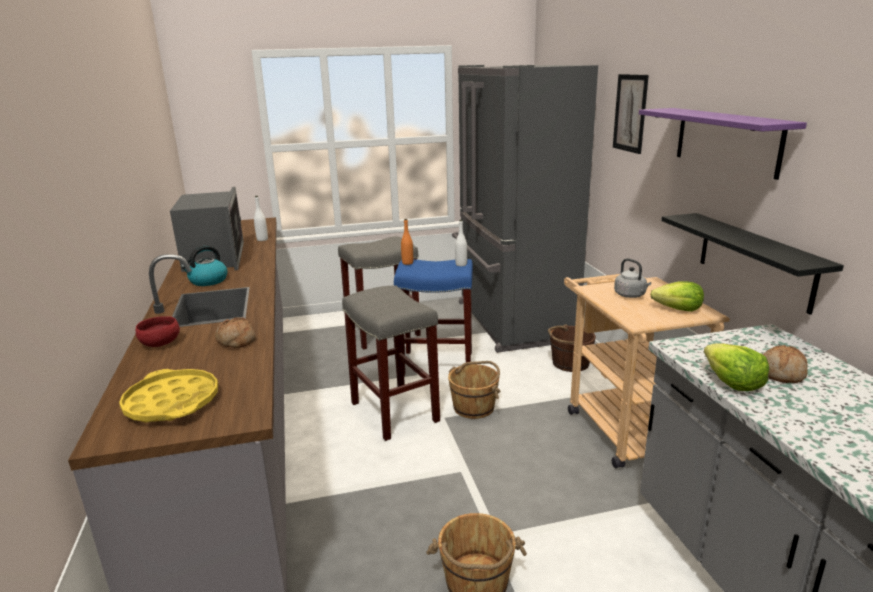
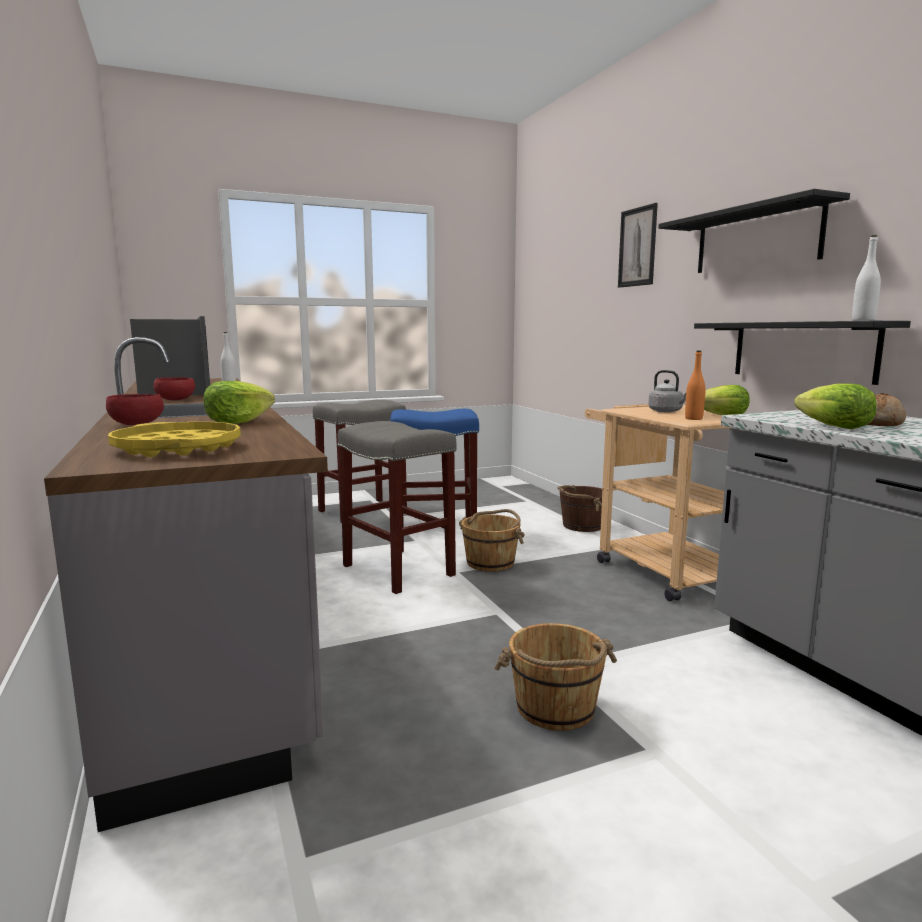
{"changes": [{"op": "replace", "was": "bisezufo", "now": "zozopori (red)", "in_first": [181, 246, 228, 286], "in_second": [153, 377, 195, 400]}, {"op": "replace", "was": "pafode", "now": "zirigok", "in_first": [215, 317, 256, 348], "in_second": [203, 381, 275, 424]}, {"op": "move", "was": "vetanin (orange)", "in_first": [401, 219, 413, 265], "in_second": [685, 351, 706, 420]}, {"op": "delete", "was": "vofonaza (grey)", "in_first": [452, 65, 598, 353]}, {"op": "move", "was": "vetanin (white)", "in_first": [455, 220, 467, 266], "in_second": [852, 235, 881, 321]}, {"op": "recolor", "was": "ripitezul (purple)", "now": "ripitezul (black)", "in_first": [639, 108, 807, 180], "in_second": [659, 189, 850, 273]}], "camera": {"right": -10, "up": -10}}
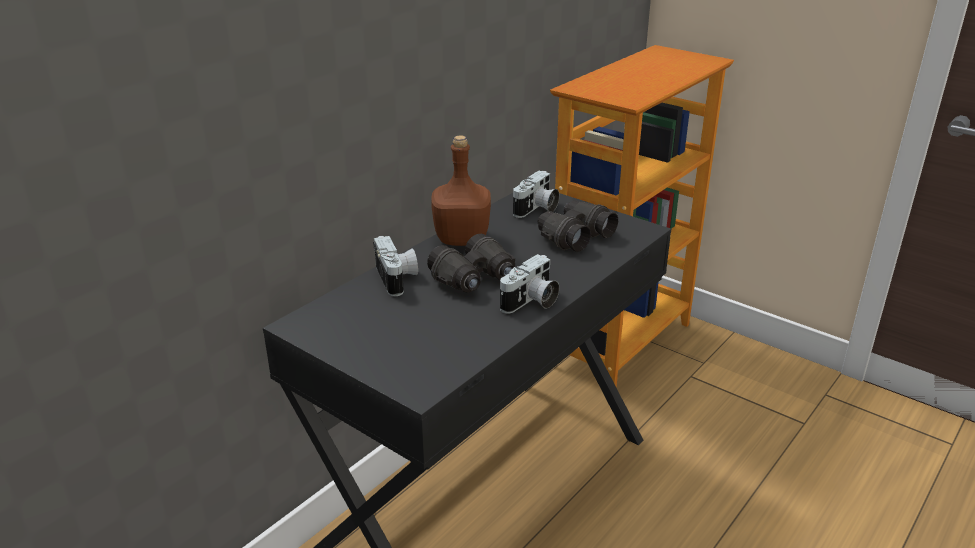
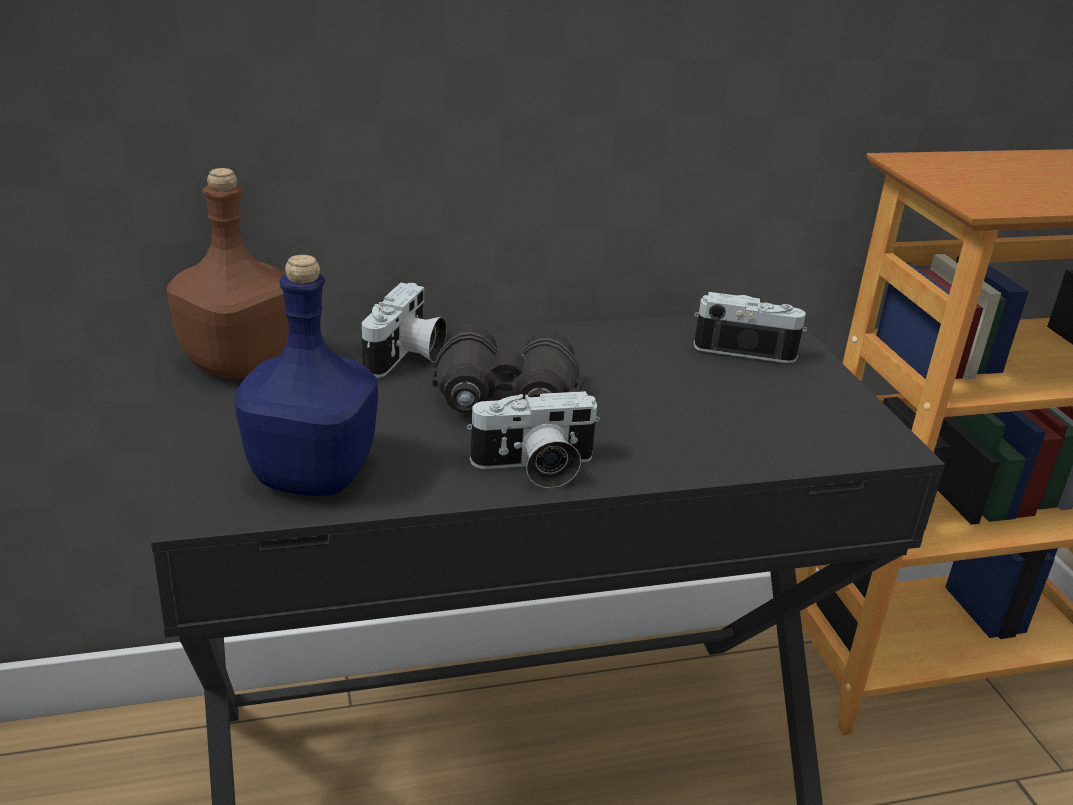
{"changes": [{"op": "move", "was": "vetanin (brown)", "in_first": [431, 135, 491, 246], "in_second": [167, 168, 289, 379]}, {"op": "rotate", "was": "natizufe", "in_first": [513, 170, 560, 218], "in_second": [694, 292, 807, 363], "clockwise": -150}, {"op": "delete", "was": "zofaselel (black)", "in_first": [538, 200, 618, 252]}, {"op": "insert", "now": "vetanin (blue)", "in_second": [235, 255, 378, 496]}], "camera": {"right": 35, "up": 0}}
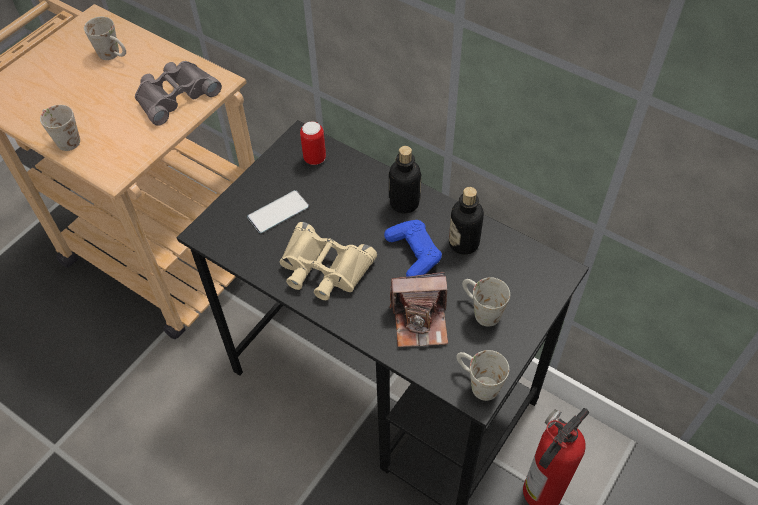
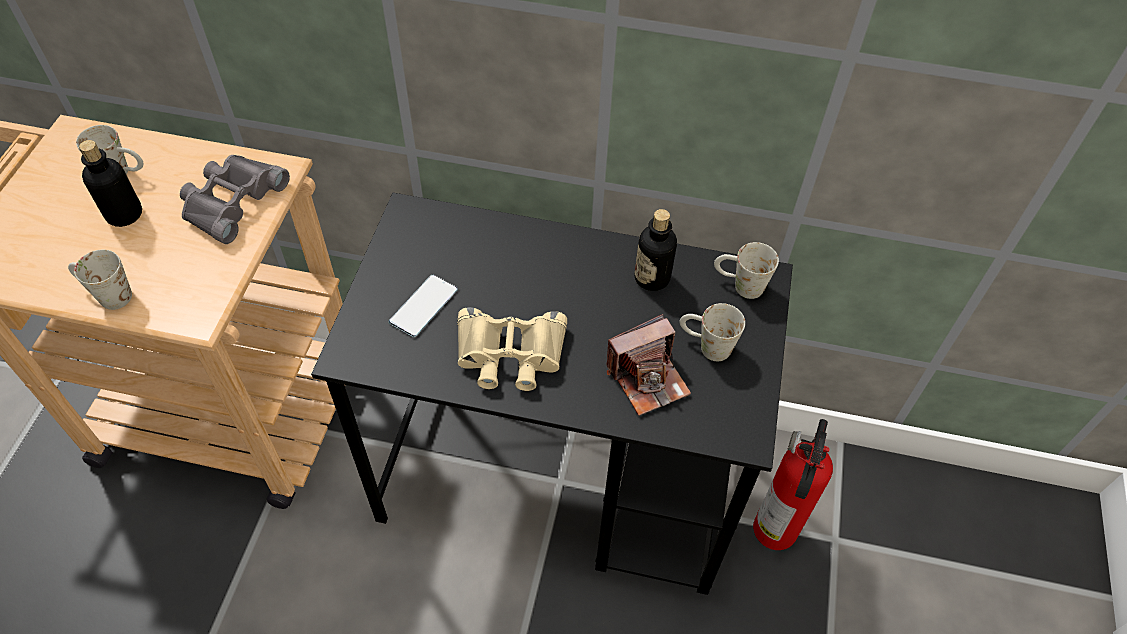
{"changes": [{"op": "delete", "was": "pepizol", "in_first": [300, 121, 326, 165]}, {"op": "delete", "was": "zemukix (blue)", "in_first": [384, 220, 442, 277]}, {"op": "move", "was": "vetanin", "in_first": [389, 146, 421, 214], "in_second": [79, 140, 142, 227]}, {"op": "move", "was": "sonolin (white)", "in_first": [456, 350, 509, 401], "in_second": [714, 242, 779, 299]}], "camera": {"right": -25, "up": 0}}
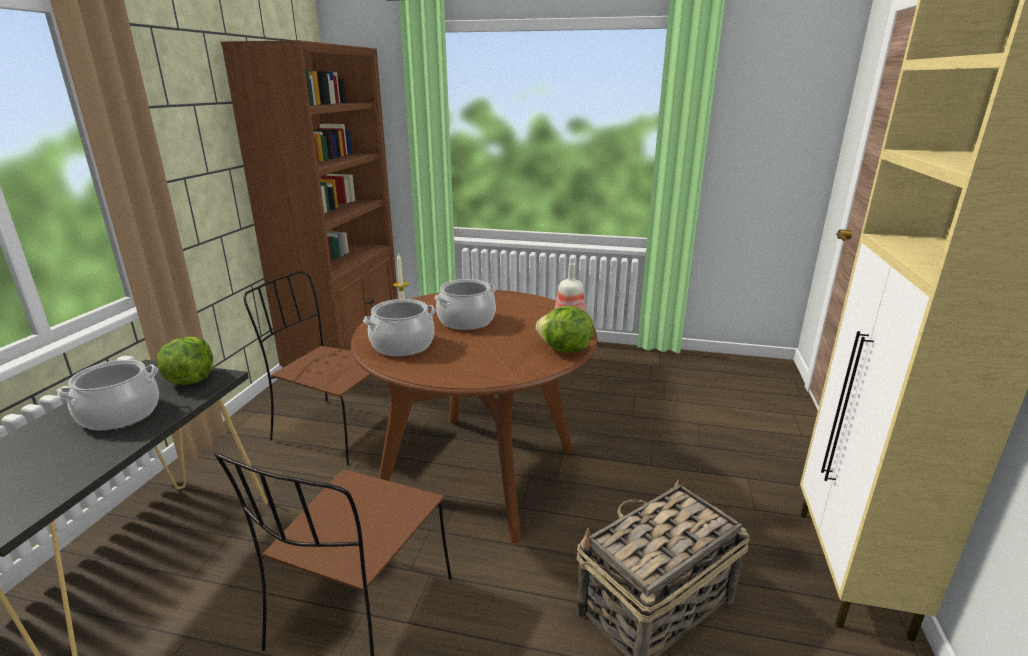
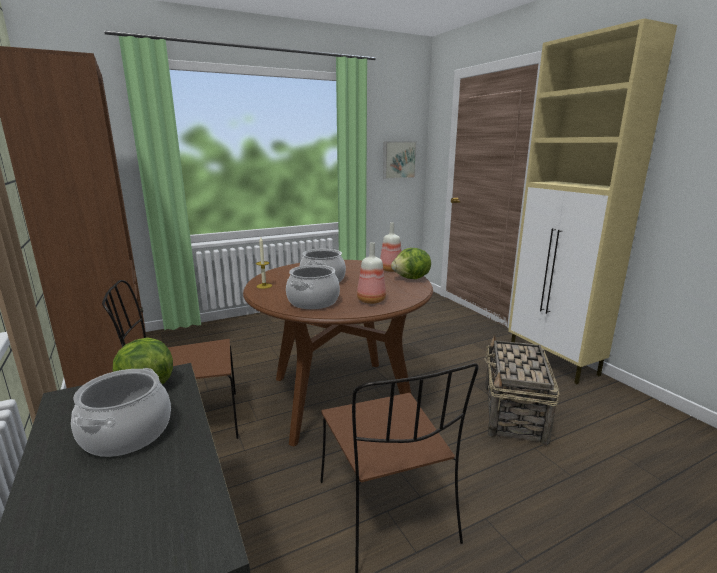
{"changes": [{"op": "insert", "now": "vetanin", "in_second": [357, 242, 386, 304]}, {"op": "insert", "now": "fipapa", "in_second": [383, 141, 417, 179]}], "camera": {"right": -40, "up": -5}}
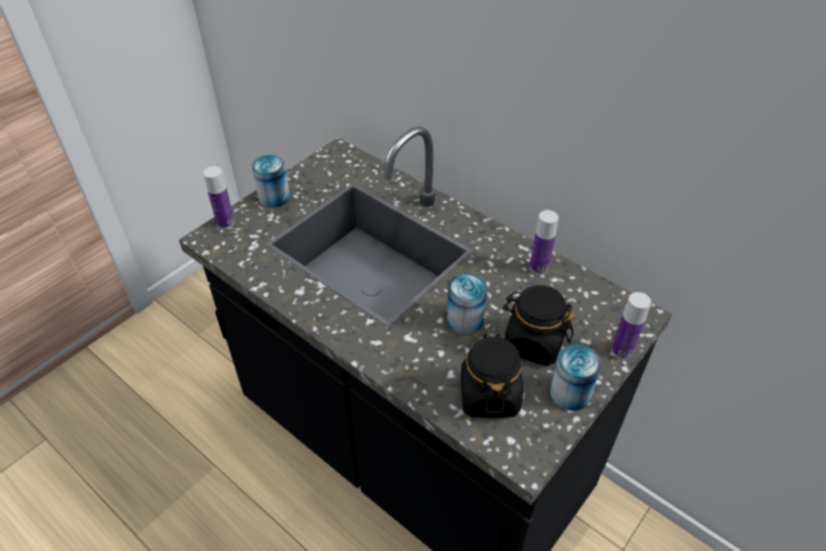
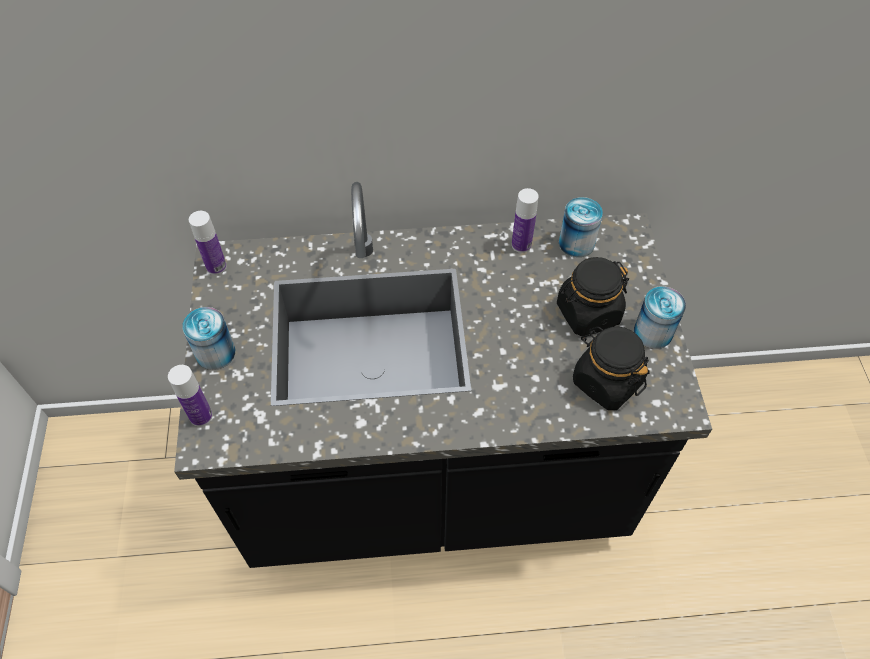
{"changes": [{"op": "move", "was": "pepizol", "in_first": [447, 273, 487, 335], "in_second": [559, 197, 603, 257]}, {"op": "move", "was": "vetanin", "in_first": [611, 292, 651, 359], "in_second": [189, 211, 227, 275]}], "camera": {"right": -45, "up": 10}}
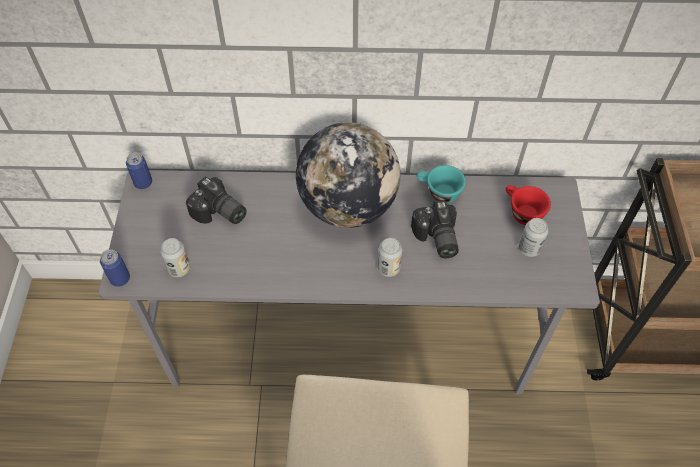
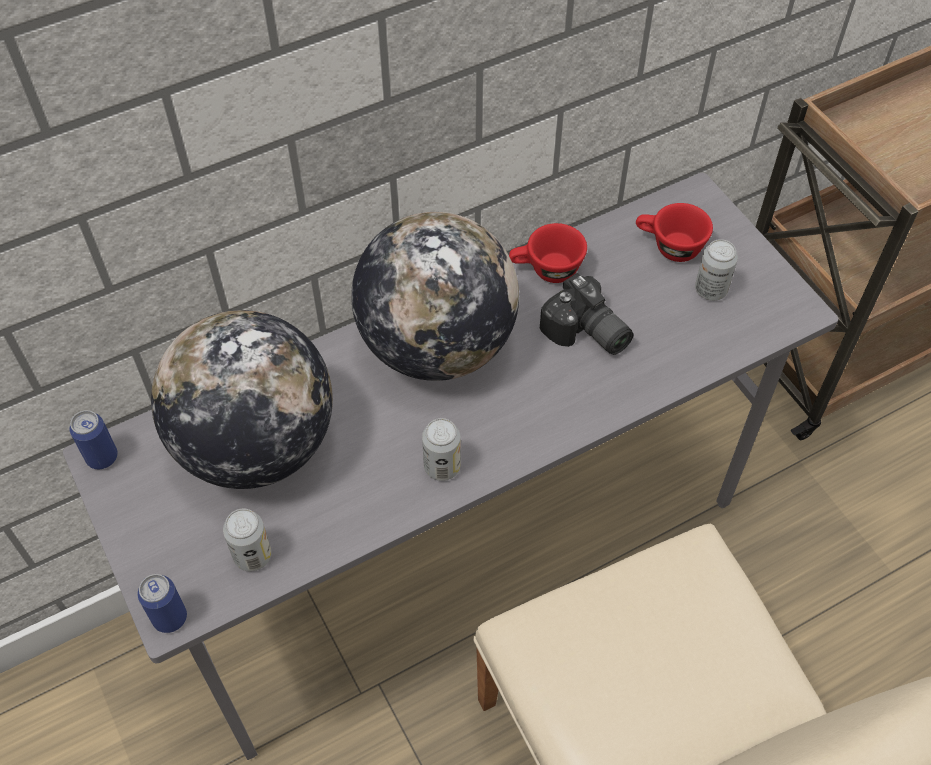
{"changes": [{"op": "replace", "was": "natizufe", "now": "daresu", "in_first": [186, 176, 247, 224], "in_second": [151, 310, 333, 489]}, {"op": "move", "was": "pepizol", "in_first": [378, 238, 403, 277], "in_second": [422, 418, 461, 481]}, {"op": "recolor", "was": "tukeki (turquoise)", "now": "tukeki (red)", "in_first": [417, 165, 466, 204], "in_second": [509, 223, 587, 283]}], "camera": {"right": -30, "up": 0}}
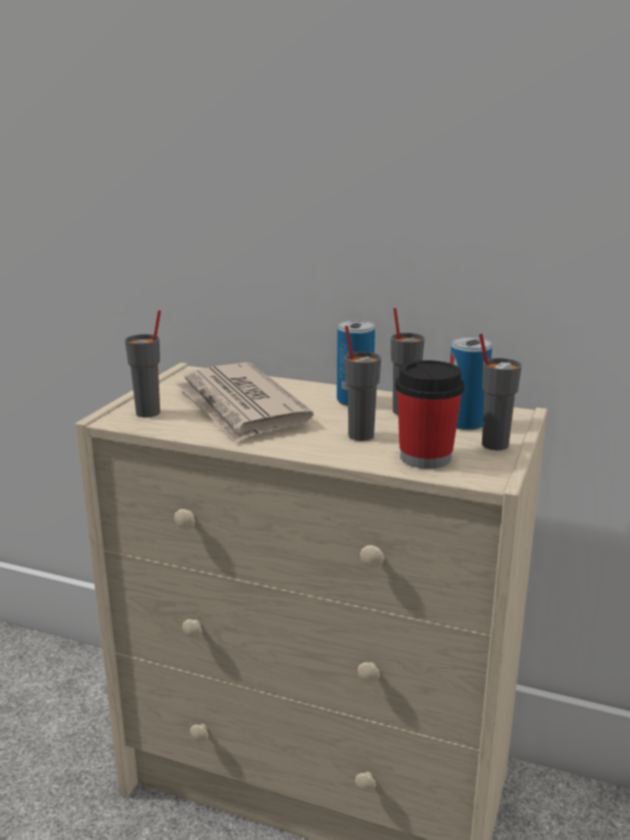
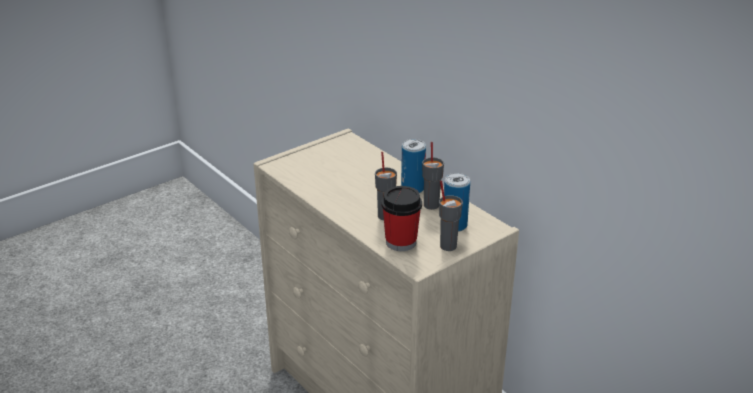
{"changes": [{"op": "delete", "was": "tukeki (grey)", "in_first": [125, 310, 161, 418]}, {"op": "delete", "was": "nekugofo", "in_first": [175, 362, 313, 444]}], "camera": {"right": 30, "up": 10}}
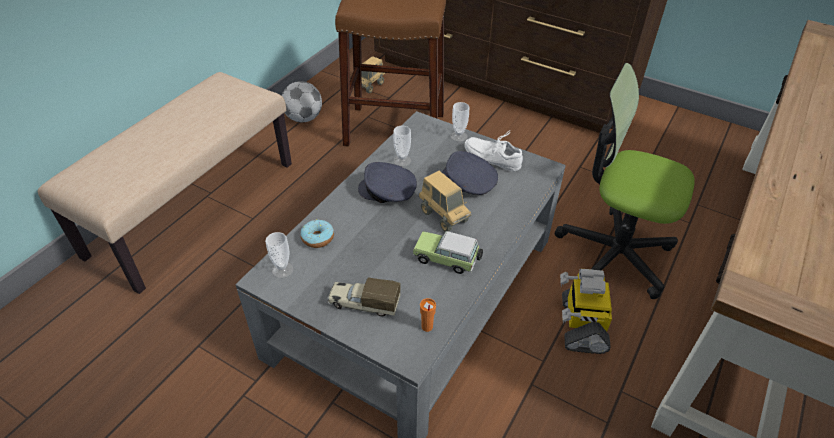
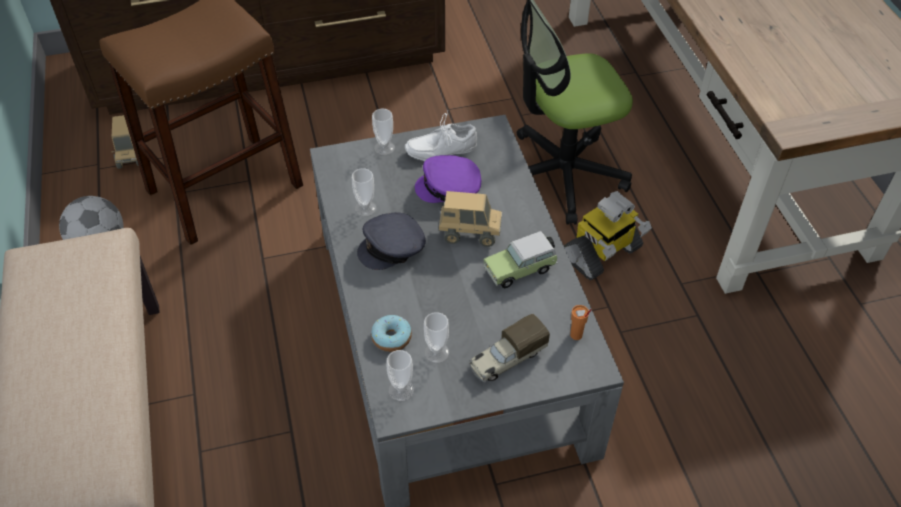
{"changes": [{"op": "recolor", "was": "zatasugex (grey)", "now": "zatasugex (purple)", "in_first": [442, 151, 498, 195], "in_second": [415, 155, 481, 203]}, {"op": "rotate", "was": "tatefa", "in_first": [560, 269, 612, 354], "in_second": [564, 191, 652, 280], "clockwise": -90}, {"op": "insert", "now": "tukeki", "in_second": [424, 312, 449, 363]}], "camera": {"right": -45, "up": 5}}
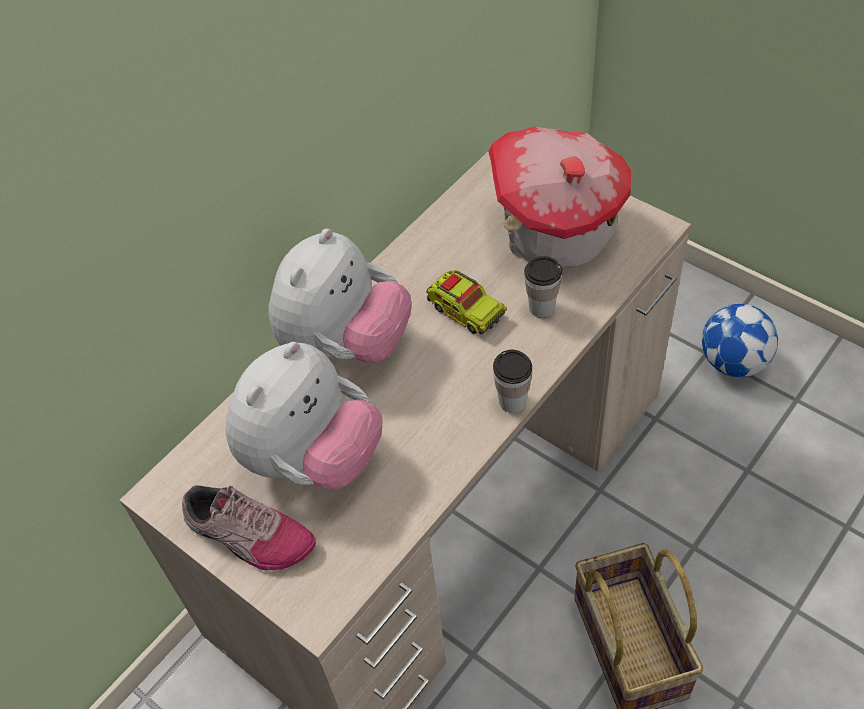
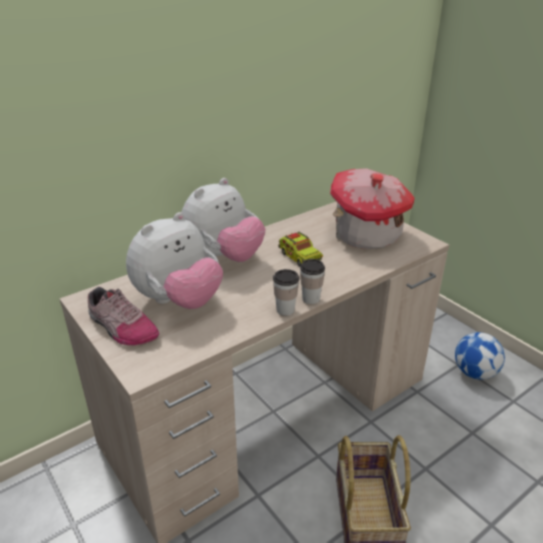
{"changes": [{"op": "move", "was": "tukeki", "in_first": [524, 256, 562, 318], "in_second": [273, 269, 299, 316]}], "camera": {"right": 10, "up": -20}}
